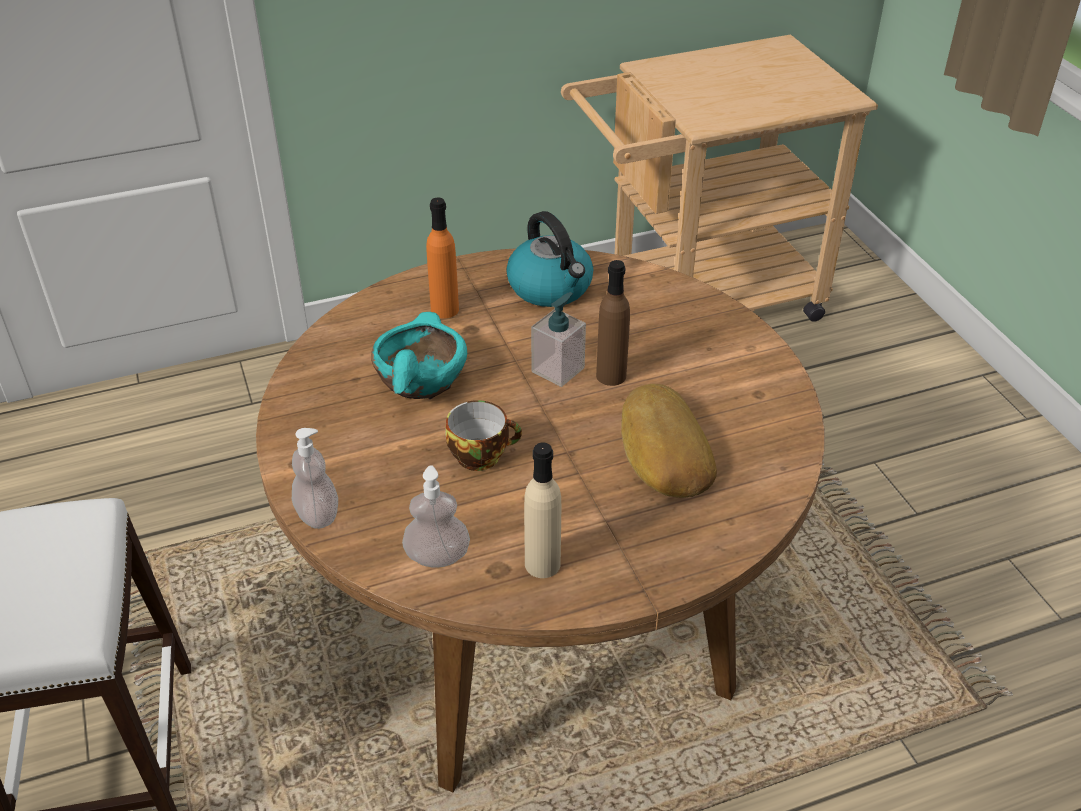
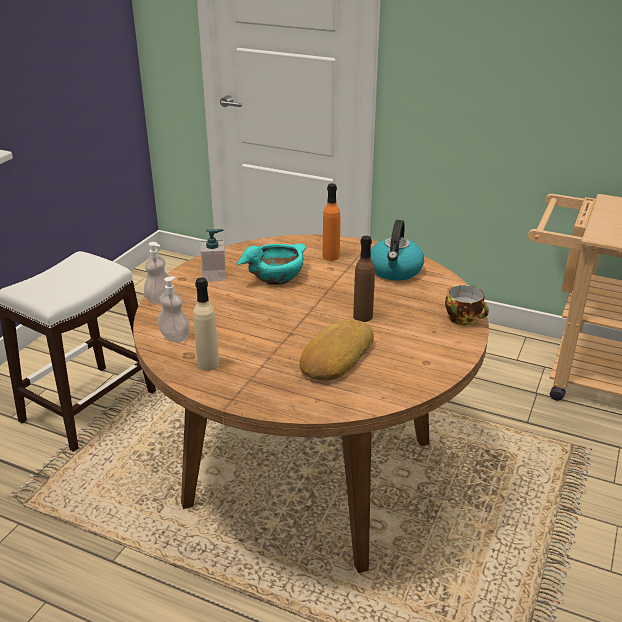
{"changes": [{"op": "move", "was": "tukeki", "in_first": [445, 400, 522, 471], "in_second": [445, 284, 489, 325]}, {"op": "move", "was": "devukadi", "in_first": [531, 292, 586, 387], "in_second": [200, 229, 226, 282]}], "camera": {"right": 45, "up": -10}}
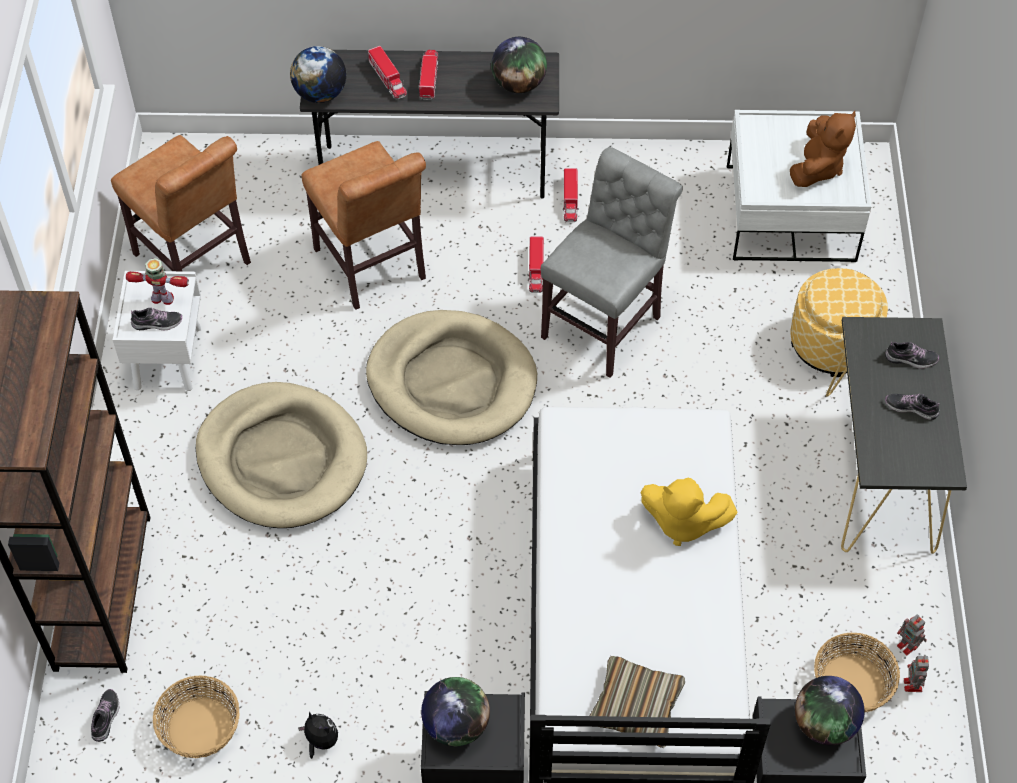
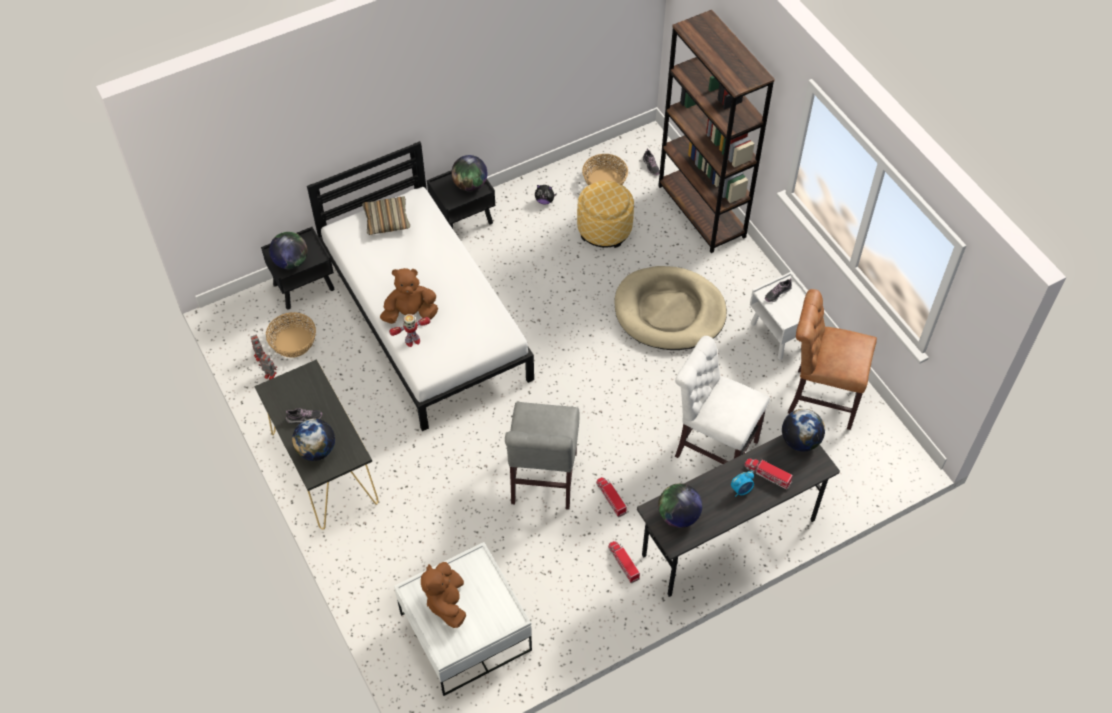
{"changes": [{"op": "move", "was": "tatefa", "in_first": [126, 258, 189, 305], "in_second": [389, 314, 431, 347]}, {"op": "recolor", "was": "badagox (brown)", "now": "badagox (white)", "in_first": [301, 141, 426, 310], "in_second": [675, 336, 770, 464]}, {"op": "delete", "was": "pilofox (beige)", "in_first": [366, 310, 537, 445]}, {"op": "replace", "was": "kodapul", "now": "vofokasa", "in_first": [419, 50, 439, 100], "in_second": [731, 471, 754, 497]}, {"op": "recolor", "was": "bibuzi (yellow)", "now": "bibuzi (brown)", "in_first": [640, 478, 737, 546], "in_second": [380, 268, 438, 324]}, {"op": "move", "was": "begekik", "in_first": [791, 268, 888, 377], "in_second": [577, 181, 634, 248]}, {"op": "replace", "was": "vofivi", "now": "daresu", "in_first": [885, 342, 939, 369], "in_second": [292, 418, 335, 461]}], "camera": {"right": 150, "up": 0}}
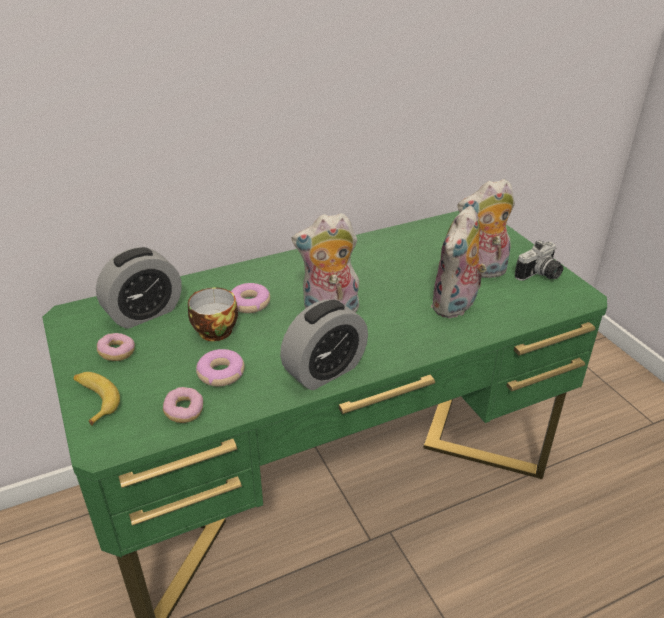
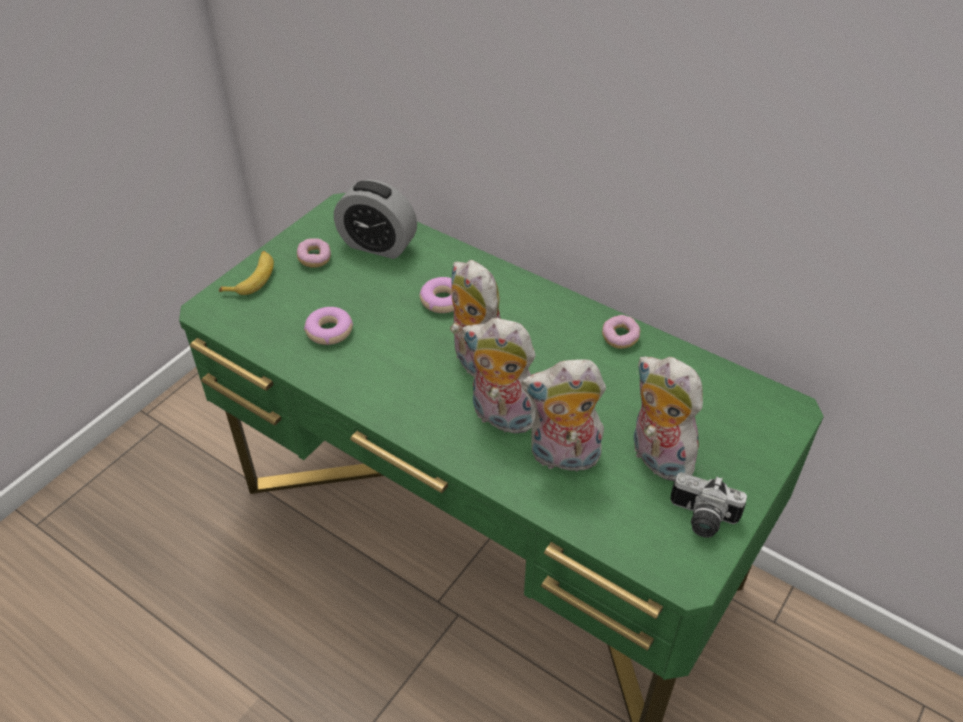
{"changes": [{"op": "move", "was": "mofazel", "in_first": [163, 387, 203, 423], "in_second": [602, 315, 640, 349]}, {"op": "delete", "was": "tukeki", "in_first": [188, 288, 238, 341]}, {"op": "delete", "was": "vofokasa", "in_first": [280, 299, 368, 390]}, {"op": "insert", "now": "bibuzi", "in_second": [462, 318, 536, 433]}], "camera": {"right": 60, "up": 10}}
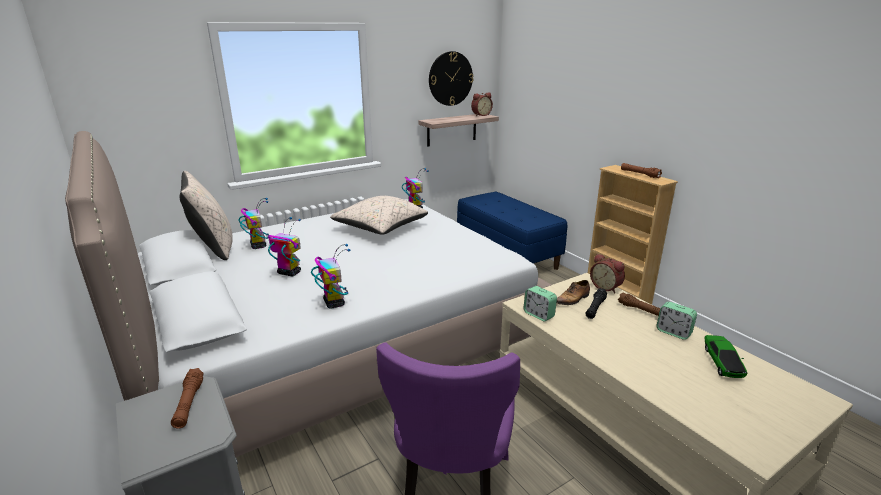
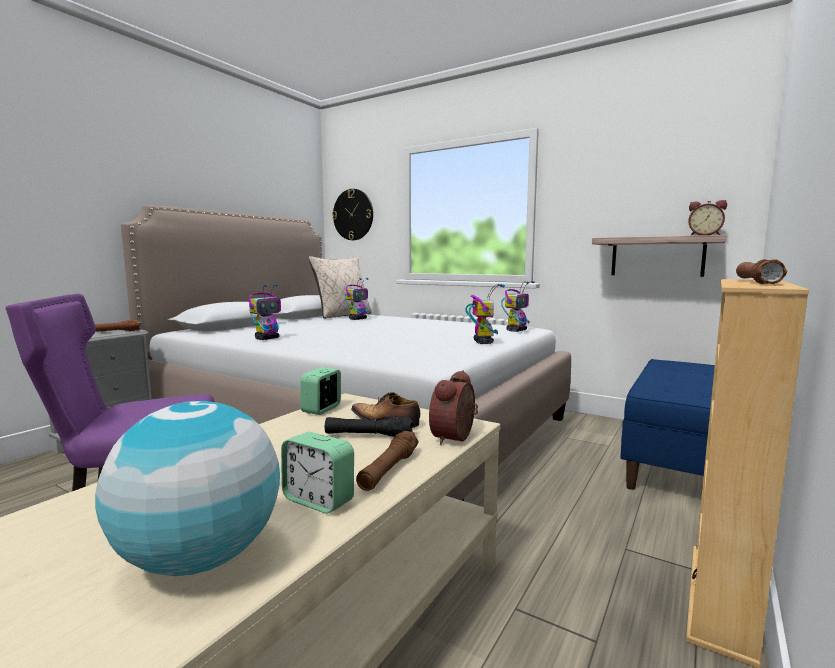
{"changes": [{"op": "move", "was": "tatefa", "in_first": [268, 217, 301, 277], "in_second": [465, 284, 505, 344]}, {"op": "delete", "was": "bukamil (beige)", "in_first": [330, 196, 428, 235]}, {"op": "move", "was": "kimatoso", "in_first": [429, 51, 473, 106], "in_second": [332, 189, 373, 240]}, {"op": "rotate", "was": "vofokasa", "in_first": [656, 302, 697, 340], "in_second": [281, 432, 354, 514], "clockwise": -75}, {"op": "replace", "was": "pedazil", "now": "daresu", "in_first": [704, 335, 747, 378], "in_second": [95, 401, 280, 576]}], "camera": {"right": 65, "up": -15}}
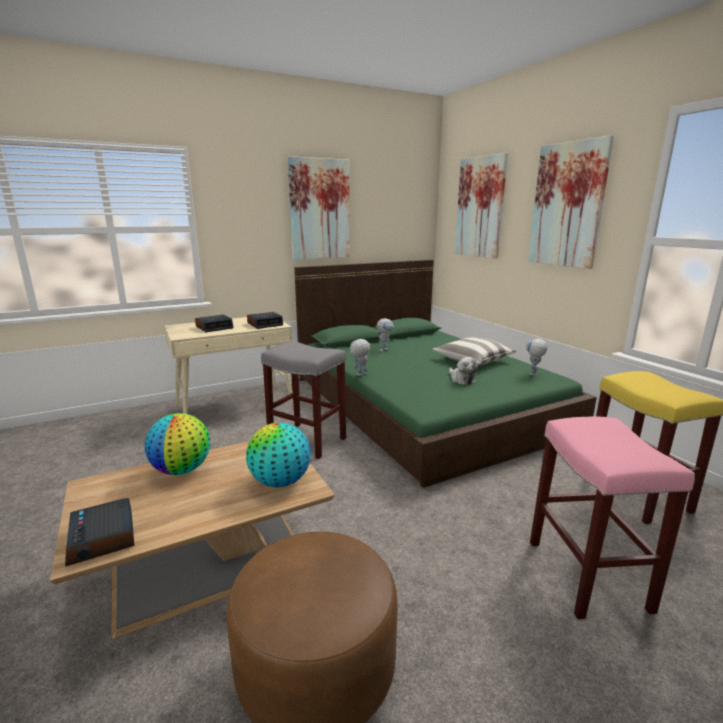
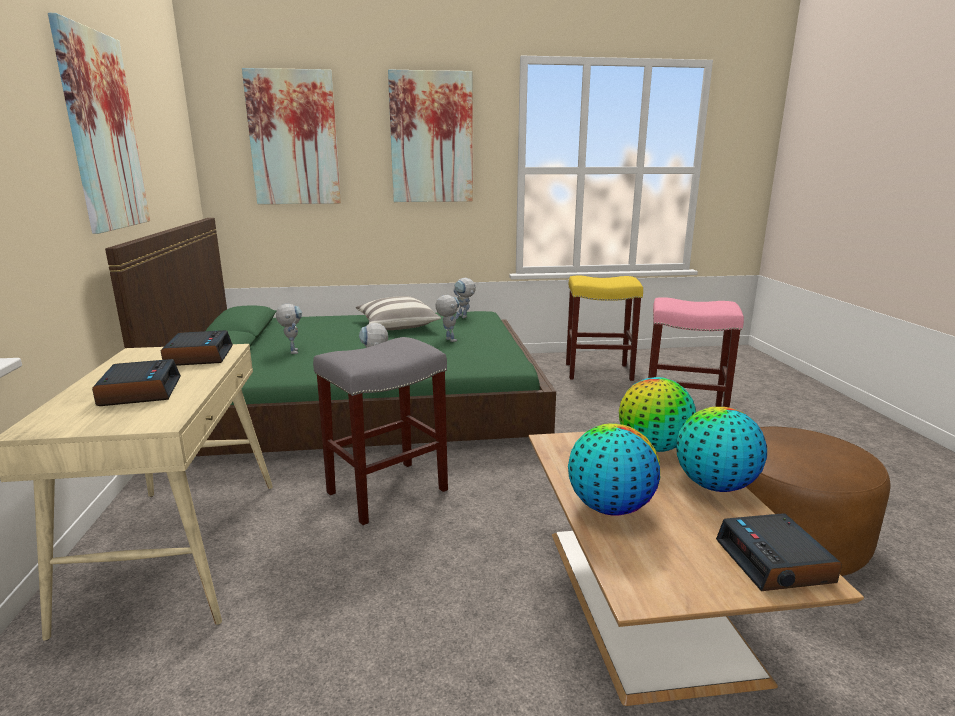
{"changes": [{"op": "rotate", "was": "vofokasa", "in_first": [65, 498, 134, 566], "in_second": [716, 513, 842, 591], "clockwise": 90}, {"op": "replace", "was": "bibuzi", "now": "tatefa", "in_first": [449, 357, 478, 385], "in_second": [435, 295, 460, 342]}, {"op": "insert", "now": "daresu", "in_second": [676, 407, 767, 492]}], "camera": {"right": -70, "up": 0}}
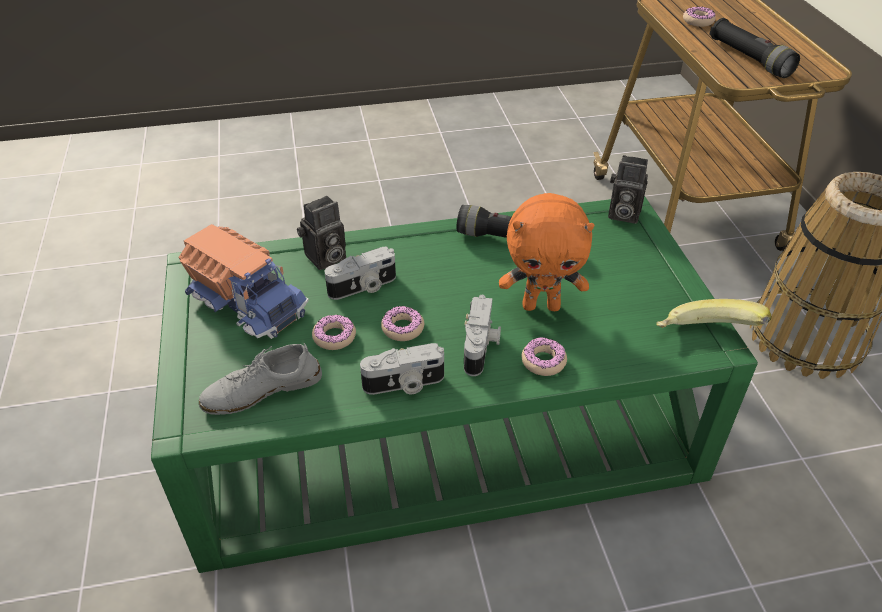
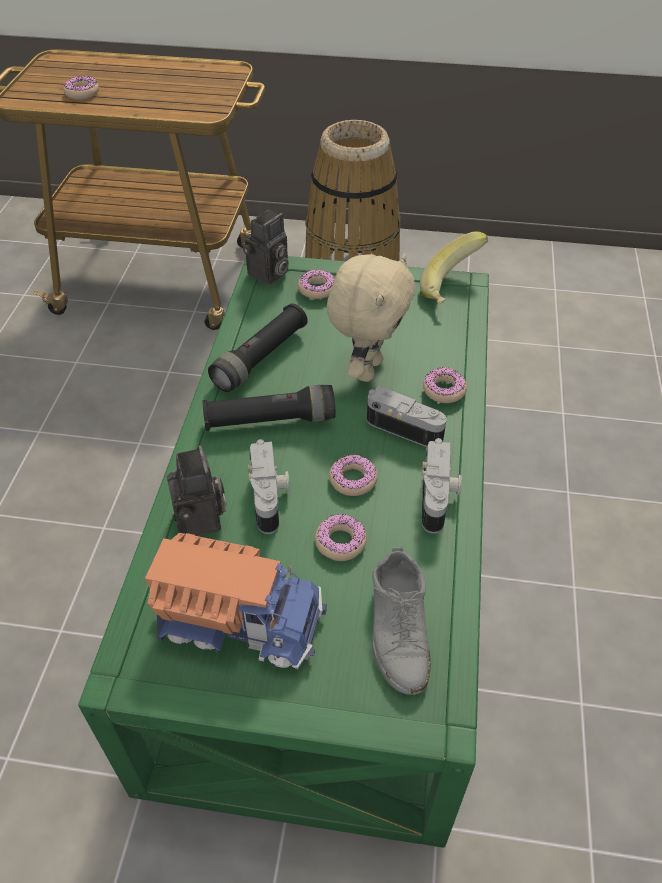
{"changes": [{"op": "rotate", "was": "kodapul", "in_first": [178, 224, 309, 339], "in_second": [145, 533, 327, 669], "clockwise": 45}, {"op": "recolor", "was": "bibuzi (orange)", "now": "bibuzi (beige)", "in_first": [499, 193, 594, 311], "in_second": [327, 254, 415, 382]}, {"op": "move", "was": "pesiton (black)", "in_first": [709, 18, 800, 78], "in_second": [203, 385, 336, 431]}, {"op": "insert", "now": "mofazel", "in_second": [298, 270, 335, 299]}], "camera": {"right": -70, "up": 5}}
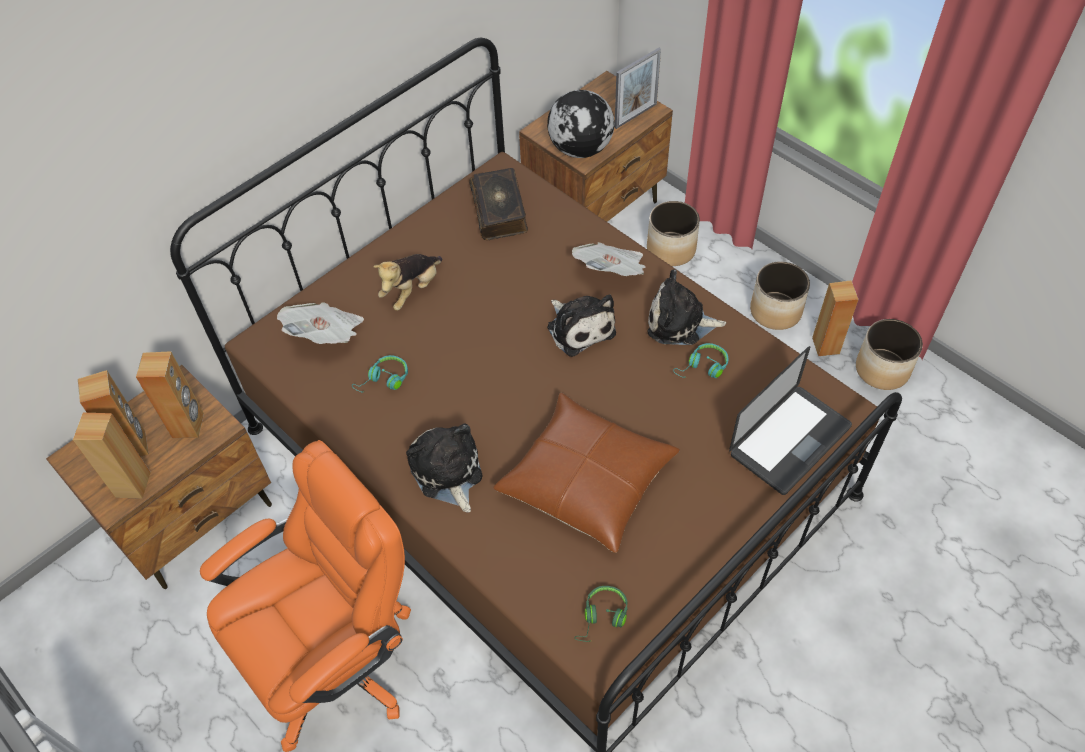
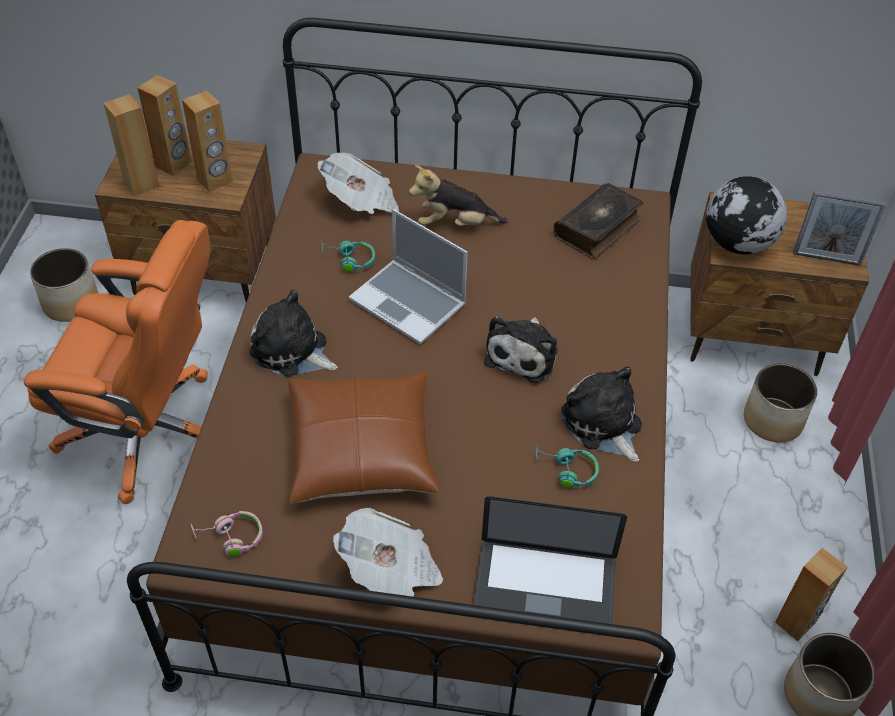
{"changes": [{"op": "rotate", "was": "bibuzi", "in_first": [406, 424, 482, 513], "in_second": [249, 290, 338, 377], "clockwise": -90}, {"op": "move", "was": "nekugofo", "in_first": [572, 242, 645, 276], "in_second": [333, 508, 443, 597]}, {"op": "recolor", "was": "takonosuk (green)", "now": "takonosuk (pink)", "in_first": [574, 586, 628, 642], "in_second": [190, 511, 263, 557]}, {"op": "move", "was": "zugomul", "in_first": [750, 261, 810, 330], "in_second": [30, 248, 98, 322]}, {"op": "insert", "now": "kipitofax", "in_second": [349, 209, 468, 344]}], "camera": {"right": 50, "up": -5}}
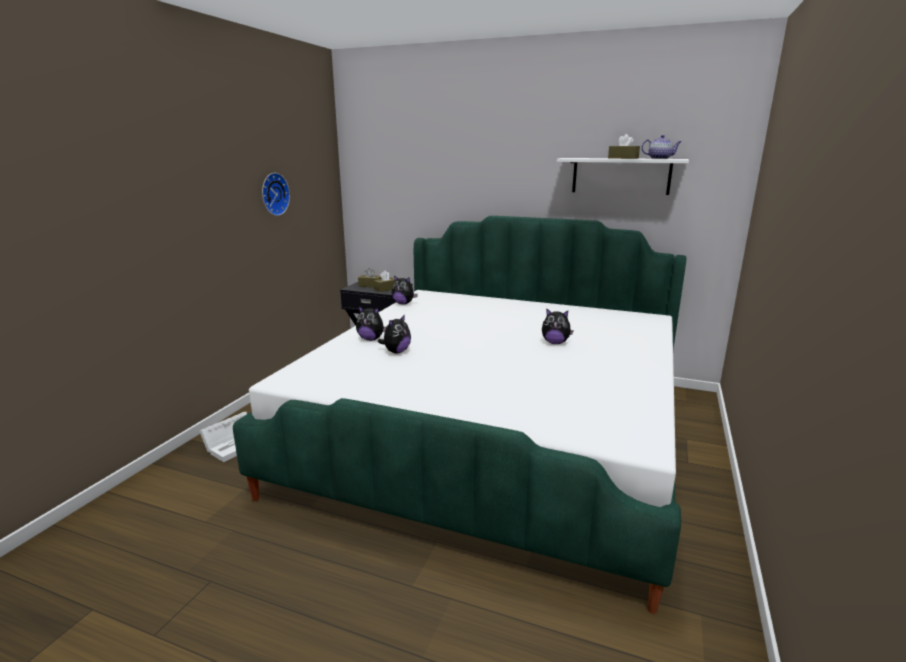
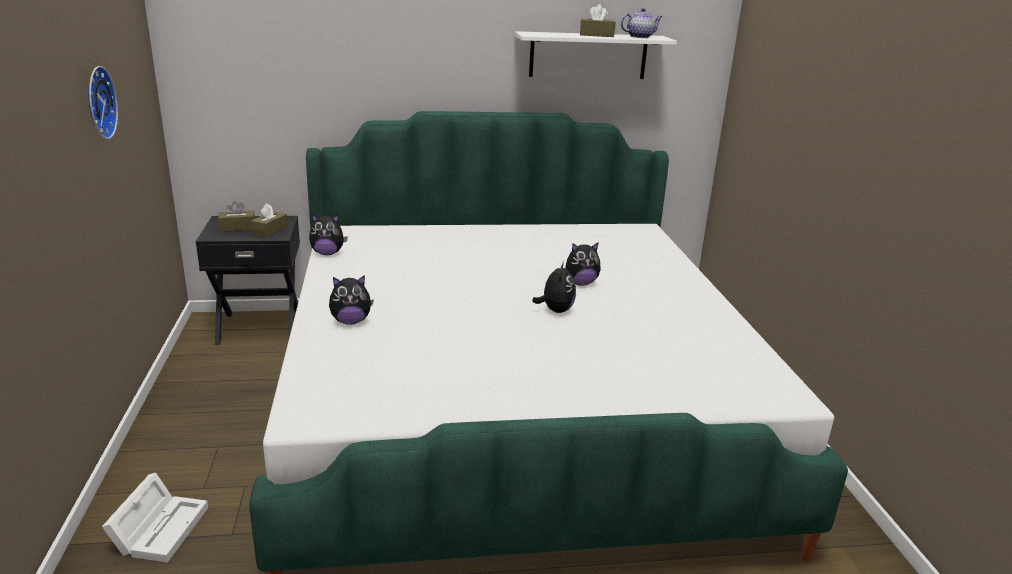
{"changes": [{"op": "move", "was": "bibuzi", "in_first": [378, 314, 411, 353], "in_second": [532, 261, 576, 313]}], "camera": {"right": -30, "up": 5}}
